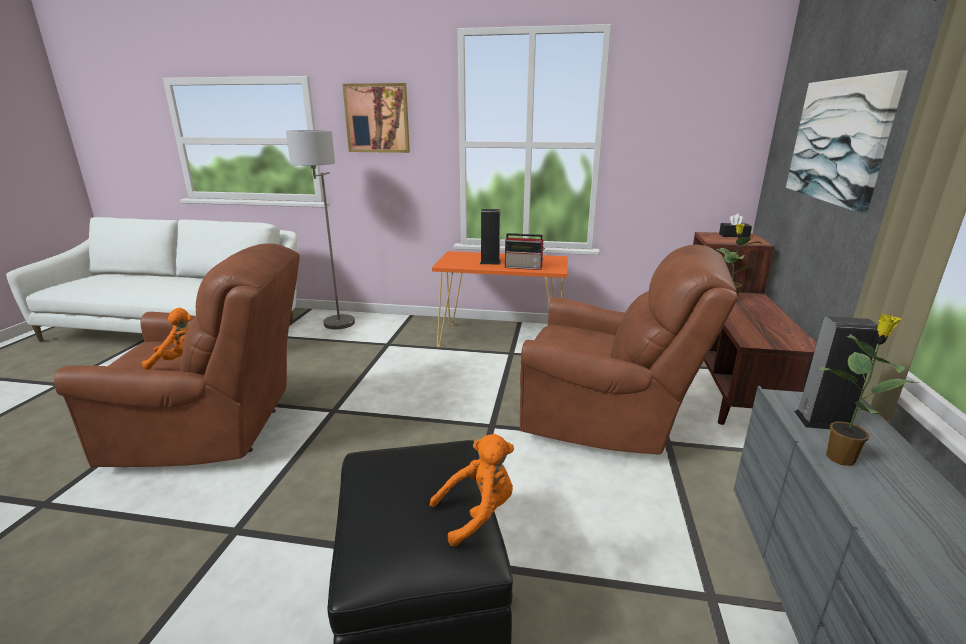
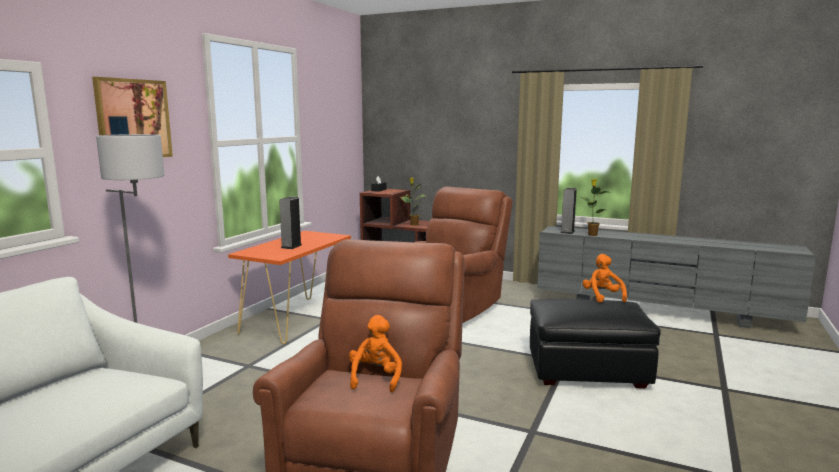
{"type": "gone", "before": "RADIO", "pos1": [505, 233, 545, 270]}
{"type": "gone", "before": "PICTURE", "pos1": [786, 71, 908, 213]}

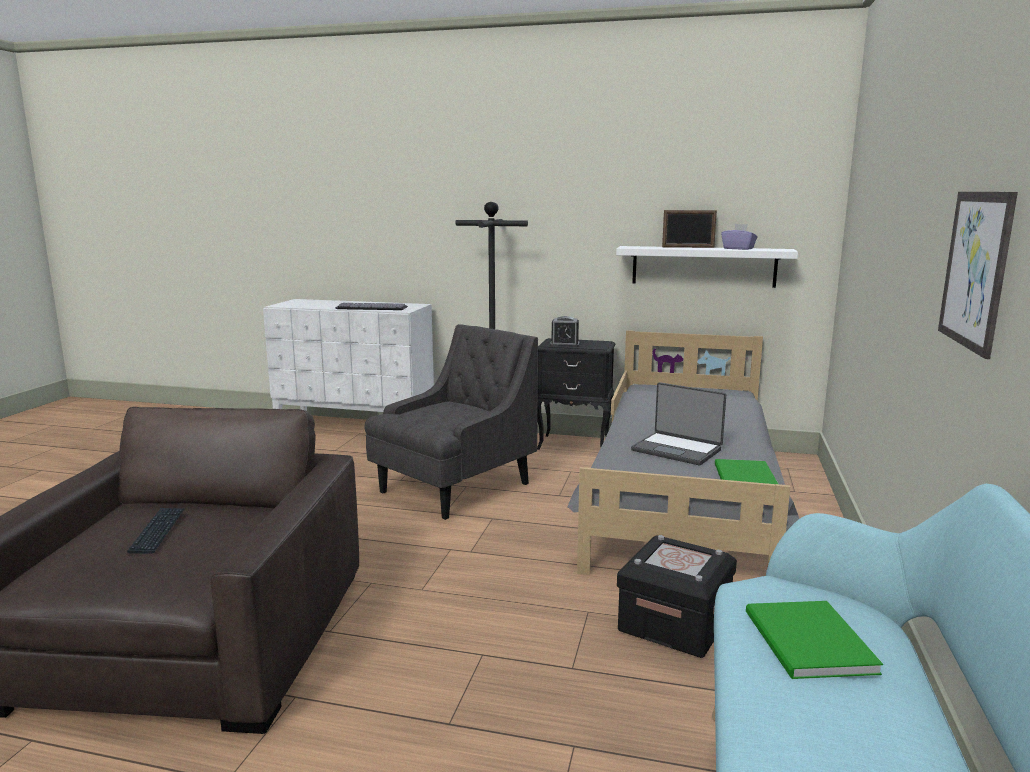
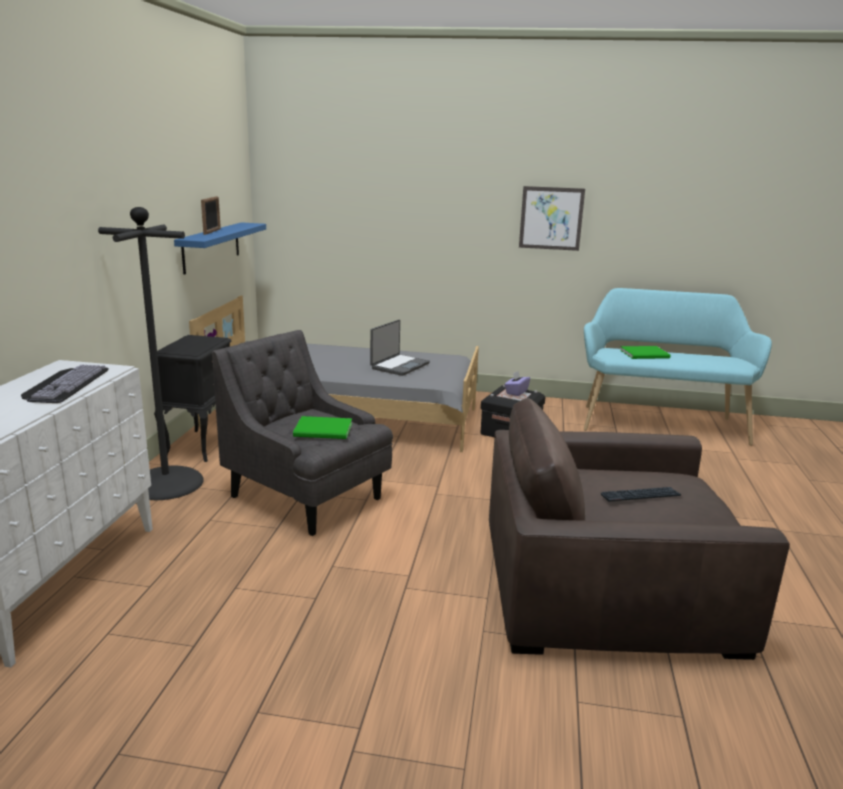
{"type": "gone", "before": "ALARM CLOCK", "pos1": [550, 316, 580, 347]}
{"type": "repainted", "before": "WHITE SHELF", "after": "BLUISH SHELF", "pos1": [616, 246, 798, 288], "pos2": [174, 222, 266, 275]}
{"type": "shifted", "before": "GREEN-COLOURED VOLUME", "pos1": [715, 459, 778, 484], "pos2": [293, 416, 352, 439]}
{"type": "shifted", "before": "PURPLE-COLOURED TISSUE HOLDER", "pos1": [721, 224, 758, 250], "pos2": [505, 371, 530, 396]}

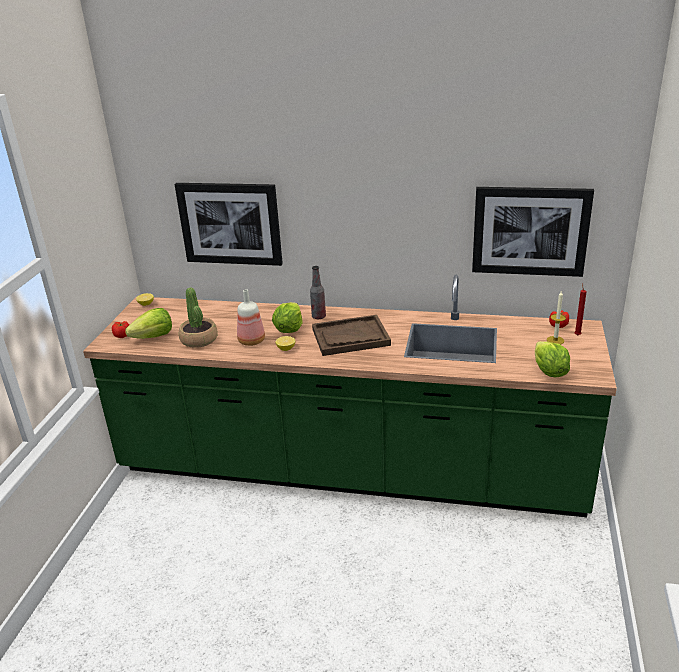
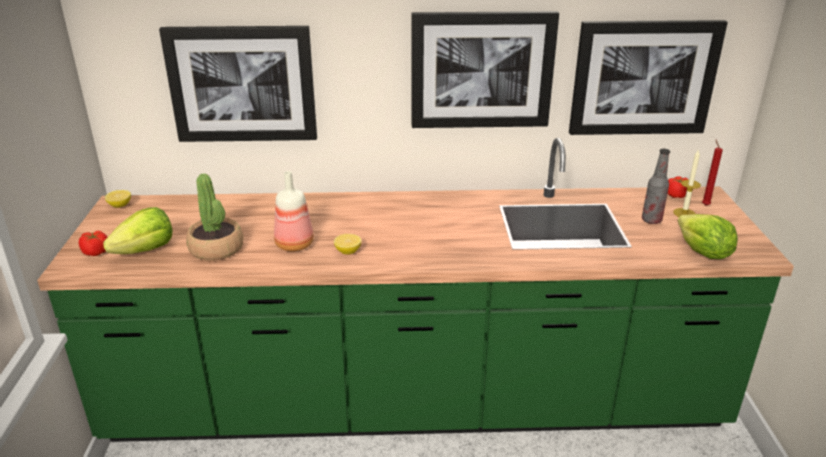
{"type": "gone", "before": "HEAD OF LETTUCE", "pos1": [272, 302, 303, 333]}
{"type": "shifted", "before": "DRINK BOTTLE", "pos1": [310, 266, 326, 319], "pos2": [642, 149, 670, 224]}
{"type": "gone", "before": "BROWN TRAY", "pos1": [312, 315, 391, 356]}
{"type": "new", "after": "PICTURE", "pos2": [412, 11, 559, 128]}

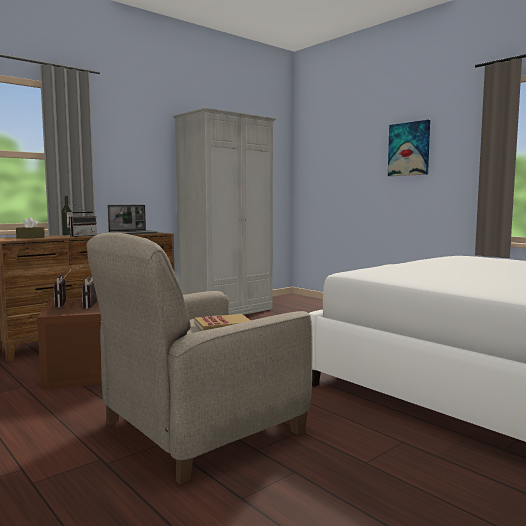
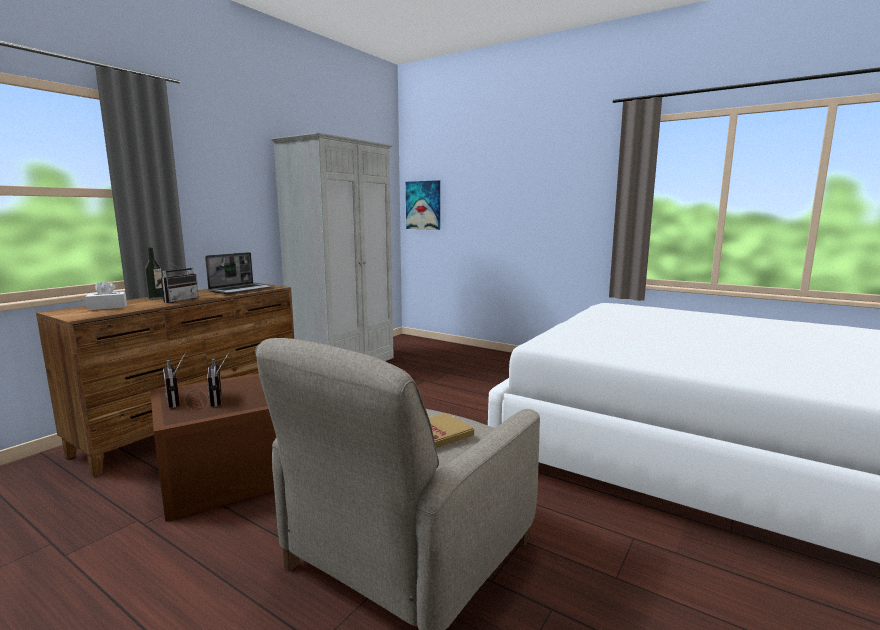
{"type": "repainted", "before": "BROWN TISSUE HOLDER", "after": "WHITE TISSUE HOLDER", "pos1": [16, 217, 45, 238], "pos2": [85, 280, 127, 311]}
{"type": "shifted", "before": "PICTURE", "pos1": [388, 120, 430, 176], "pos2": [406, 180, 440, 230]}

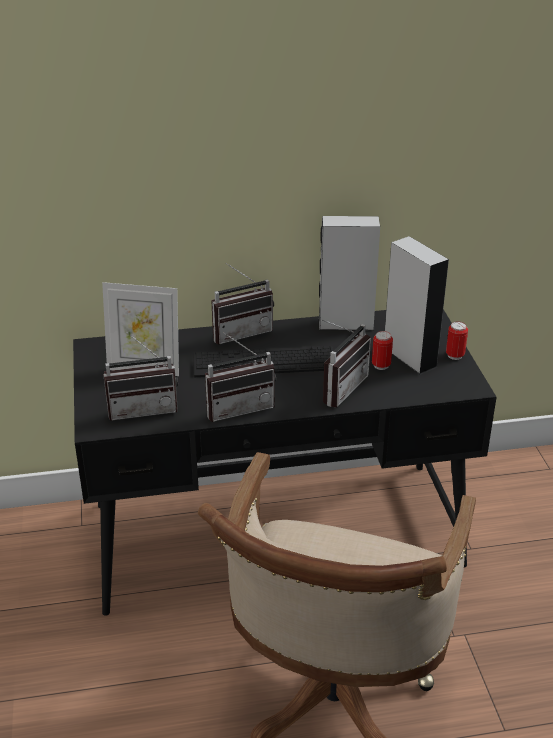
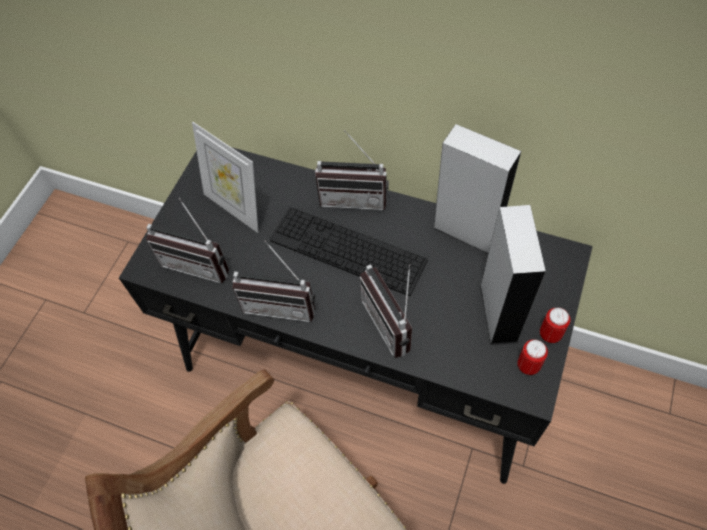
{"type": "rotated", "before": "RADIO", "pos1": [322, 320, 371, 407], "pos2": [360, 264, 412, 358], "turn": 90}
{"type": "shifted", "before": "CAN", "pos1": [372, 331, 393, 370], "pos2": [517, 339, 548, 375]}

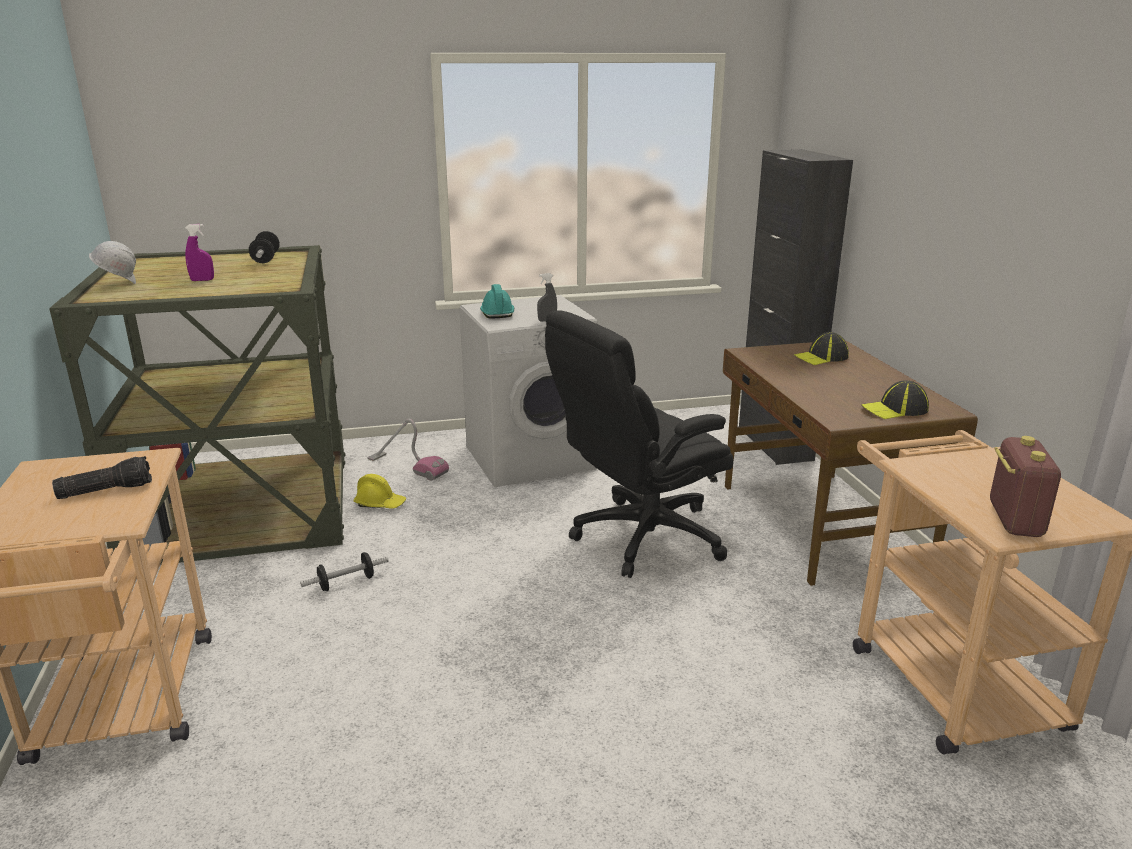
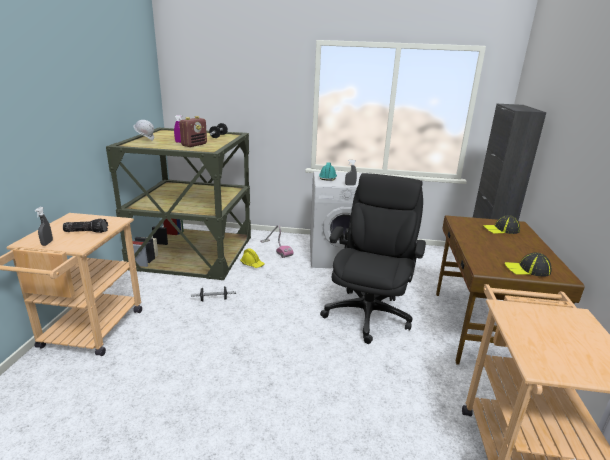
{"type": "rotated", "before": "BLACK-COLOURED COMPUTER CHAIR", "pos1": [545, 310, 734, 578], "pos2": [320, 173, 426, 344], "turn": 120}
{"type": "shifted", "before": "RADIO", "pos1": [990, 436, 1061, 537], "pos2": [179, 116, 207, 147]}
{"type": "new", "after": "GRAY SPRAY BOTTLE", "pos2": [35, 207, 53, 246]}

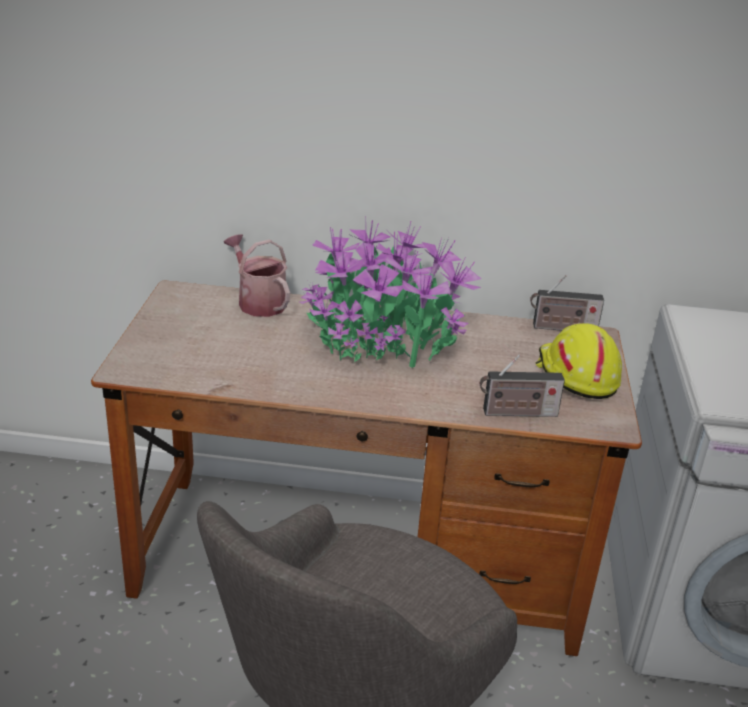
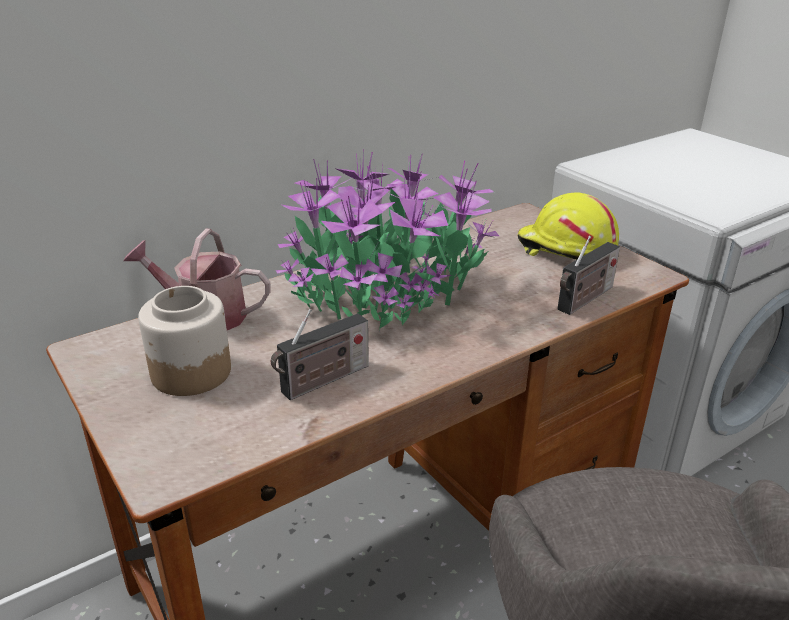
{"type": "shifted", "before": "RADIO", "pos1": [530, 275, 604, 331], "pos2": [271, 309, 369, 400]}
{"type": "new", "after": "PRESERVE JAR", "pos2": [138, 286, 231, 396]}

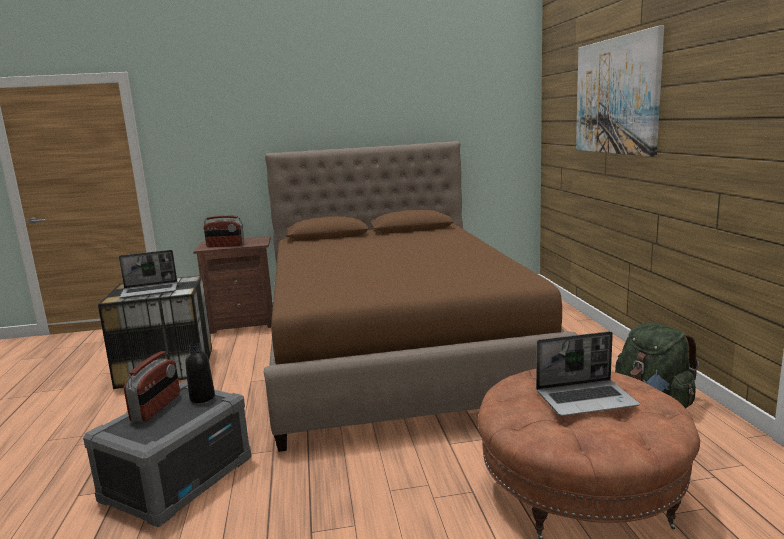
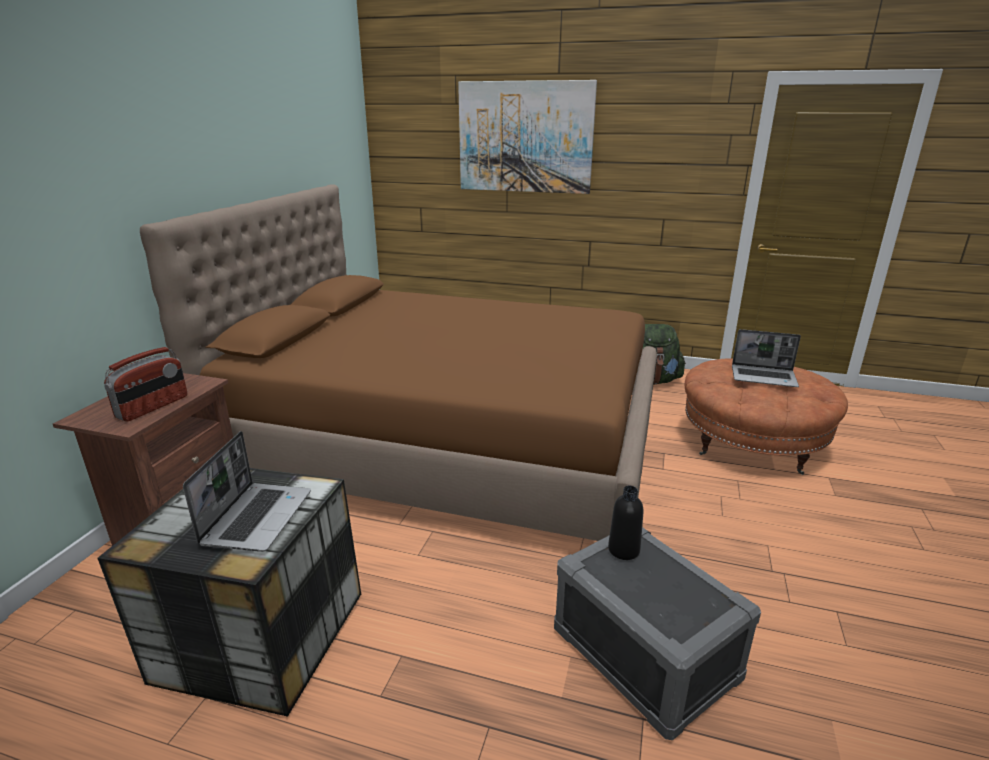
{"type": "gone", "before": "RADIO", "pos1": [124, 351, 180, 422]}
{"type": "rotated", "before": "LAPTOP", "pos1": [536, 331, 640, 416], "pos2": [732, 329, 801, 387], "turn": 90}

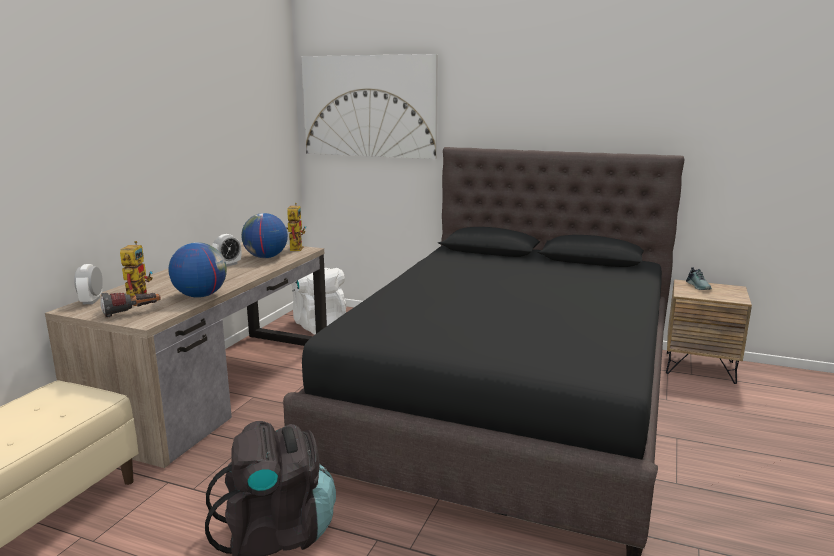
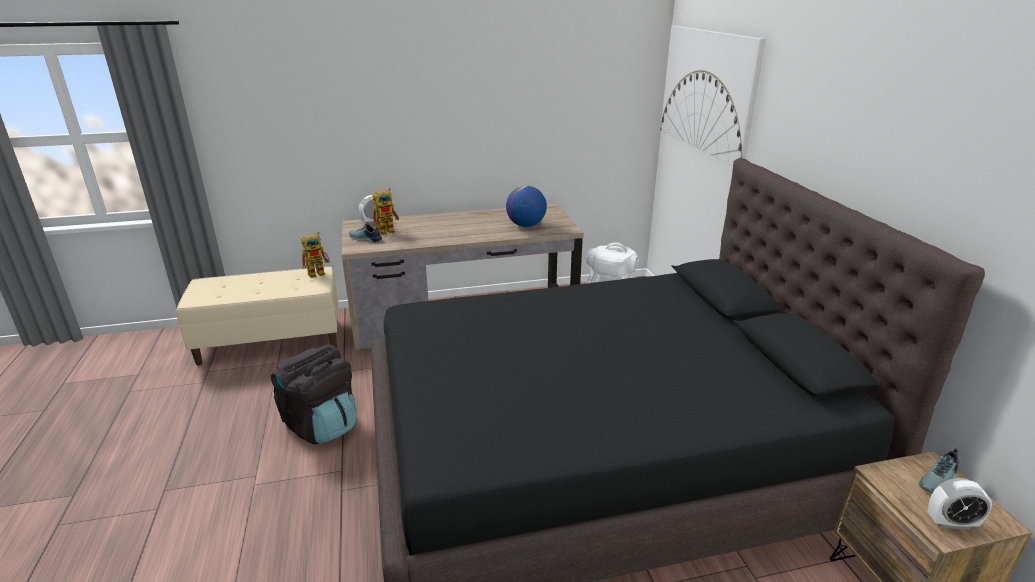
{"type": "swapped", "before": "TORCH", "after": "SHOE", "pos1": [100, 292, 161, 317], "pos2": [349, 223, 382, 242]}
{"type": "gone", "before": "WORLD GLOBE", "pos1": [168, 242, 227, 298]}
{"type": "shifted", "before": "ALARM CLOCK", "pos1": [212, 234, 241, 266], "pos2": [927, 478, 992, 530]}
{"type": "shifted", "before": "ROBOT FIGURE", "pos1": [286, 203, 306, 251], "pos2": [301, 232, 330, 278]}

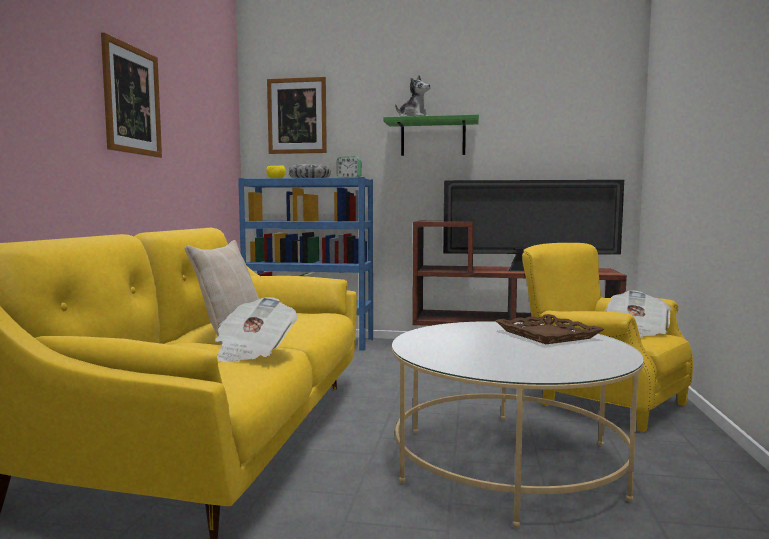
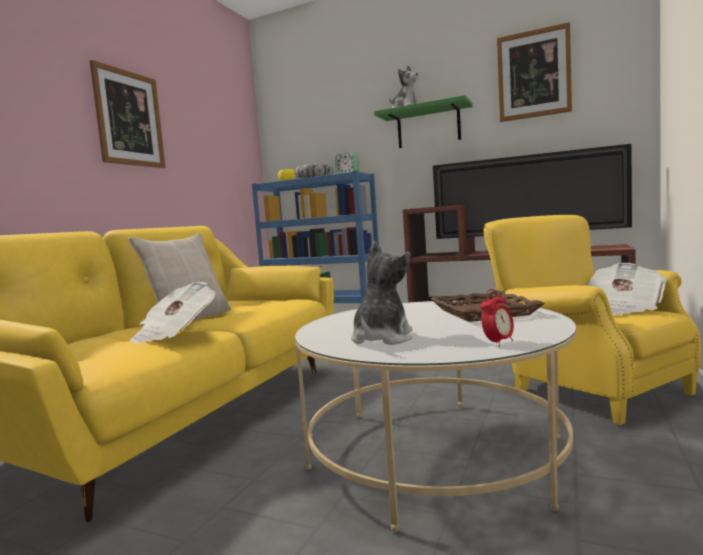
{"type": "shifted", "before": "PICTURE", "pos1": [267, 77, 327, 154], "pos2": [497, 22, 572, 122]}
{"type": "new", "after": "SOFT TOY", "pos2": [351, 241, 412, 345]}
{"type": "new", "after": "ALARM CLOCK", "pos2": [480, 289, 514, 346]}

